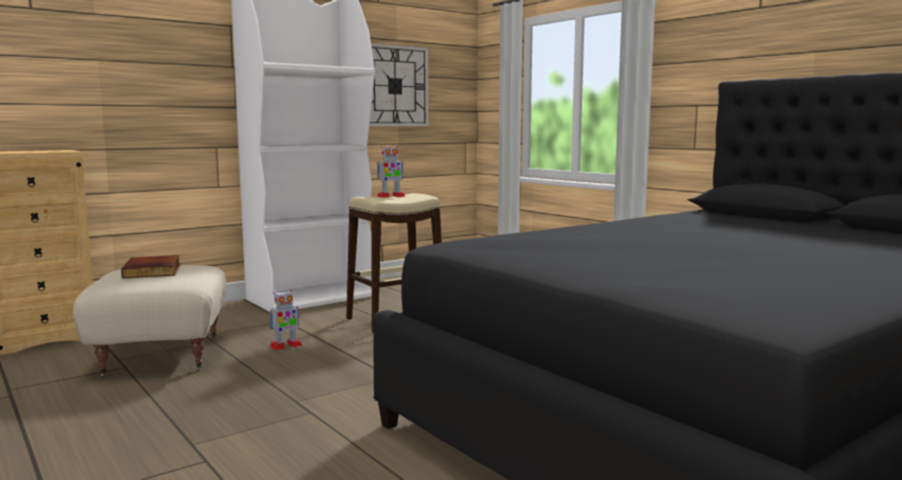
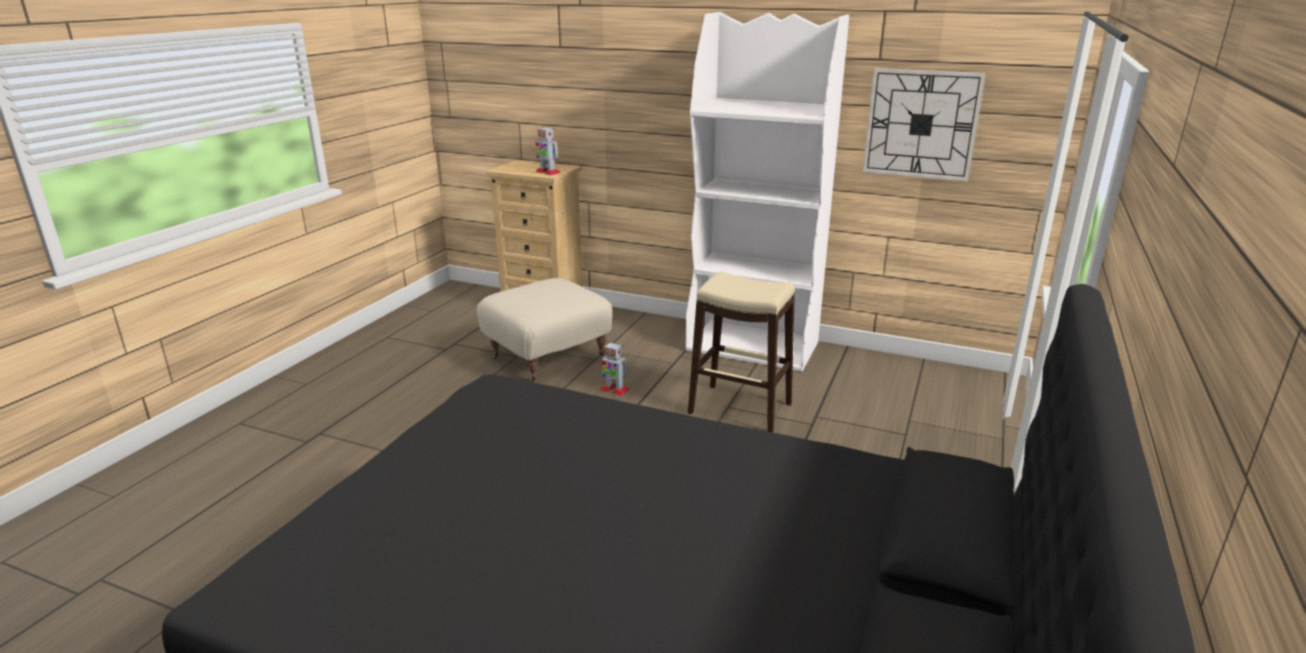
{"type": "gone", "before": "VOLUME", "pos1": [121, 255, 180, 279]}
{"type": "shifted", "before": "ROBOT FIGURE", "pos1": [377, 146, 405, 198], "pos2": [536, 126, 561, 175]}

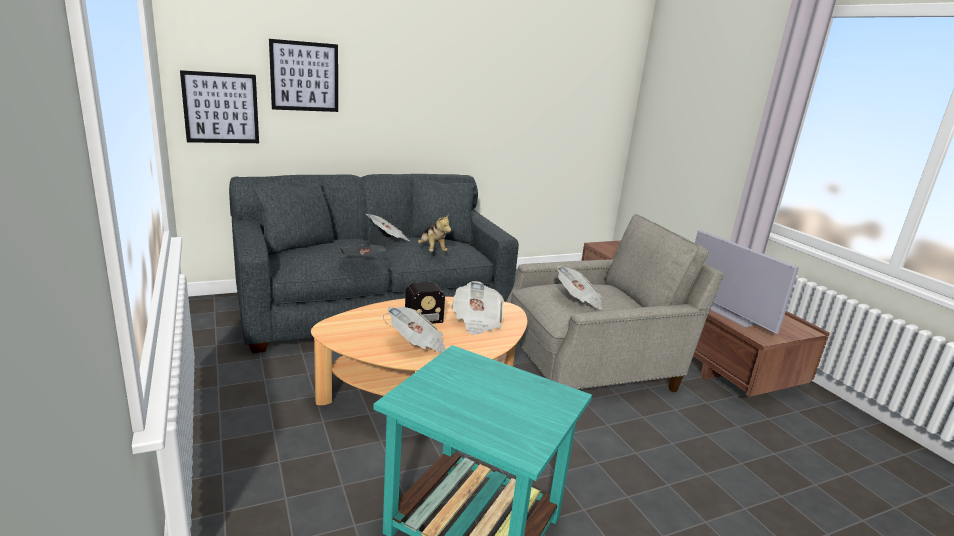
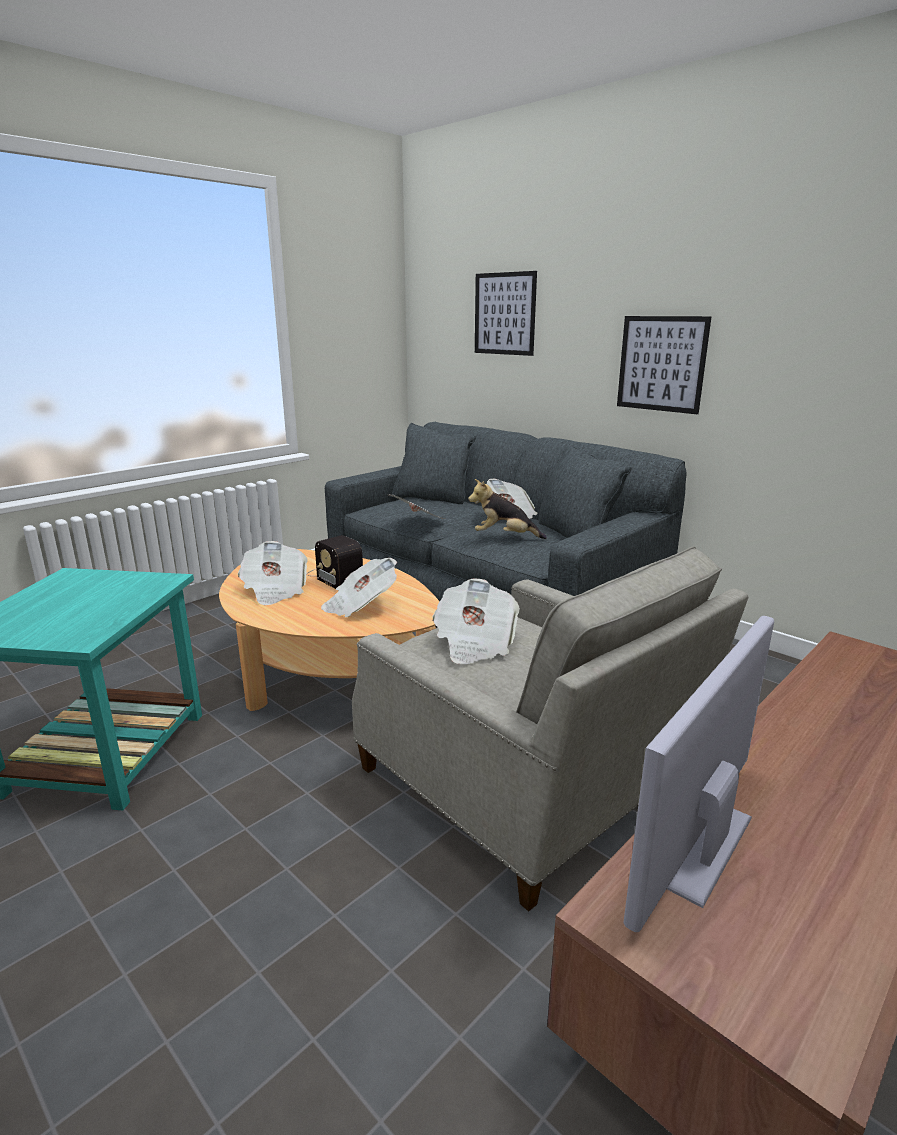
{"type": "shifted", "before": "PICTURE", "pos1": [180, 70, 259, 143], "pos2": [617, 316, 712, 414]}
{"type": "rotated", "before": "SOFT TOY", "pos1": [418, 214, 451, 252], "pos2": [468, 479, 547, 539], "turn": 60}

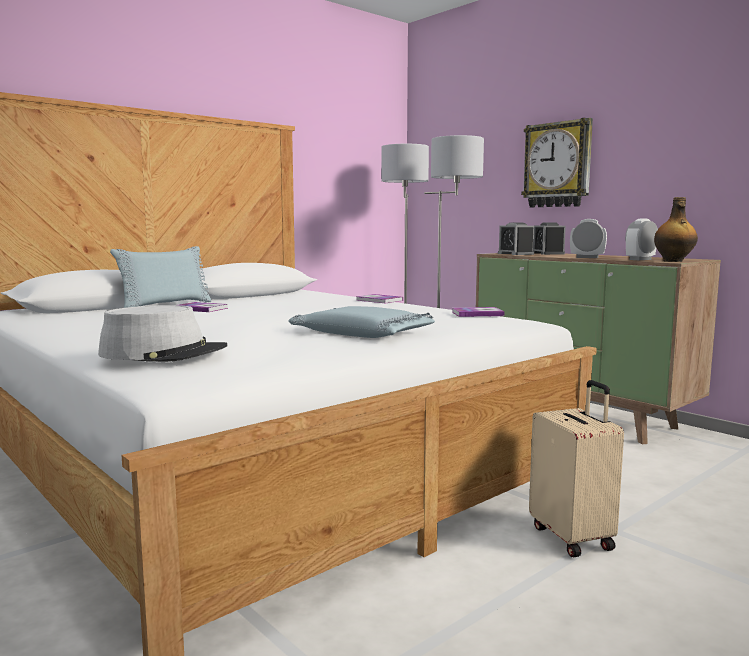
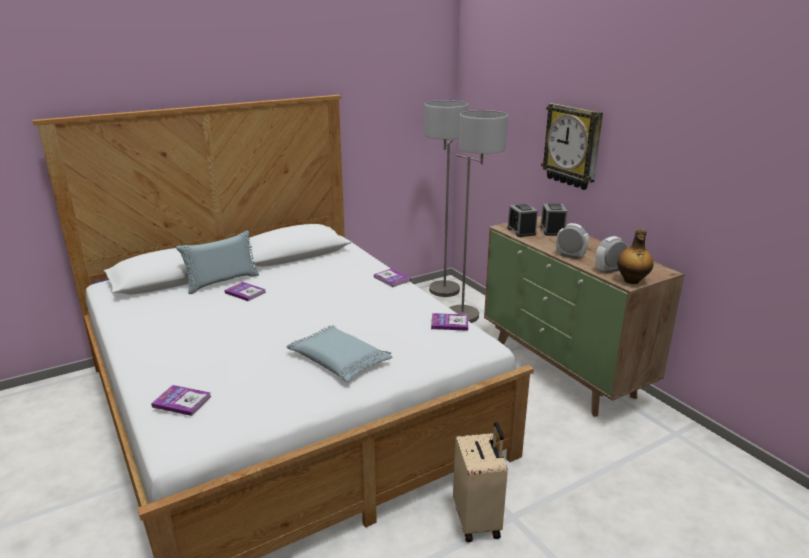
{"type": "swapped", "before": "GRAY CLOTHING HAT", "after": "VOLUME", "pos1": [98, 305, 228, 362], "pos2": [151, 385, 212, 416]}

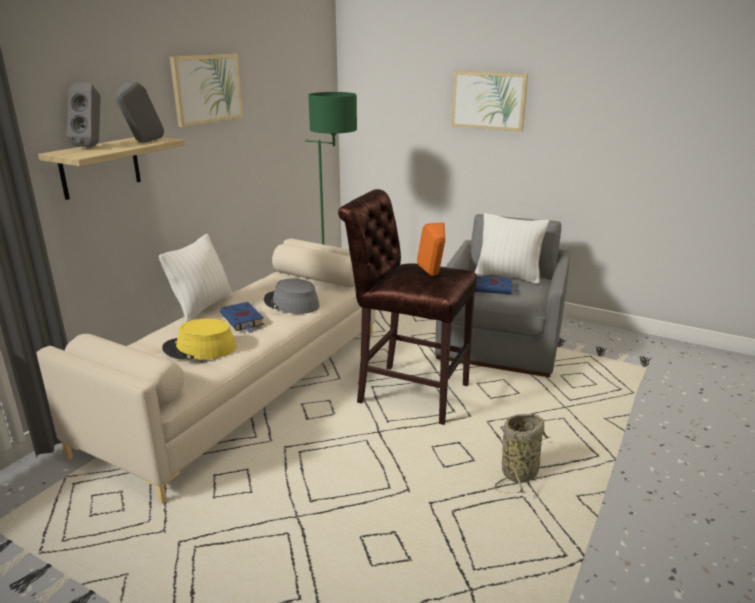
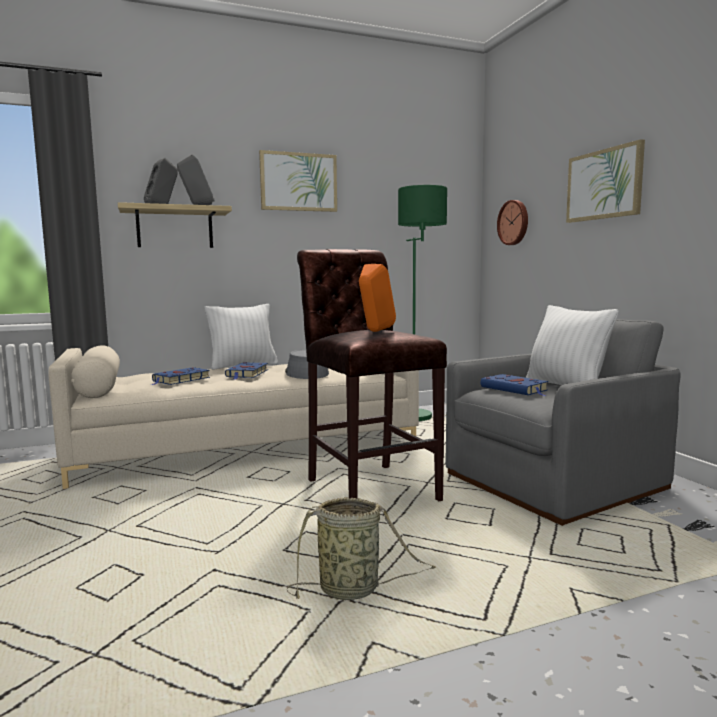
{"type": "swapped", "before": "YELLOW CLOTHING HAT", "after": "BLUISH VOLUME", "pos1": [162, 319, 236, 360], "pos2": [151, 367, 210, 385]}
{"type": "new", "after": "HANGING CLOCK", "pos2": [497, 200, 528, 245]}

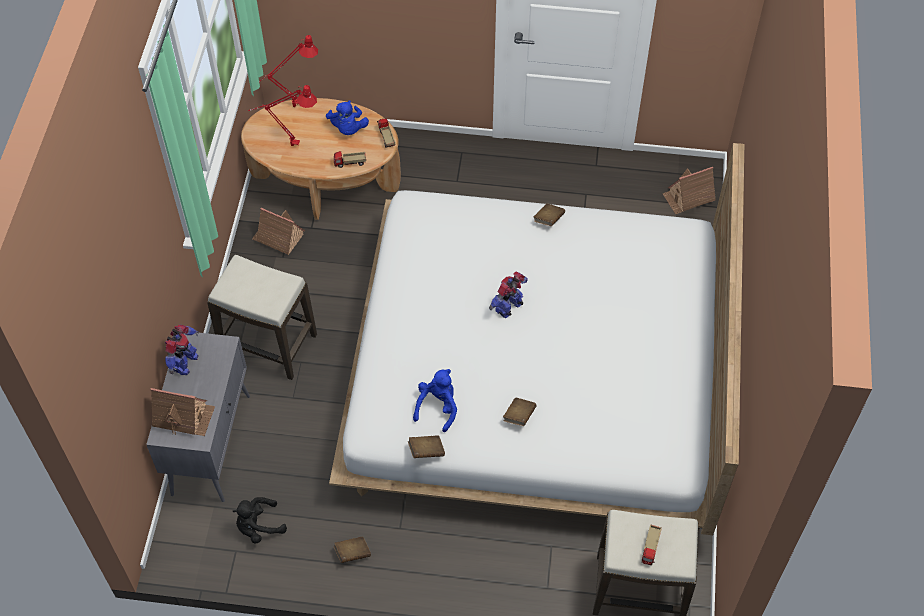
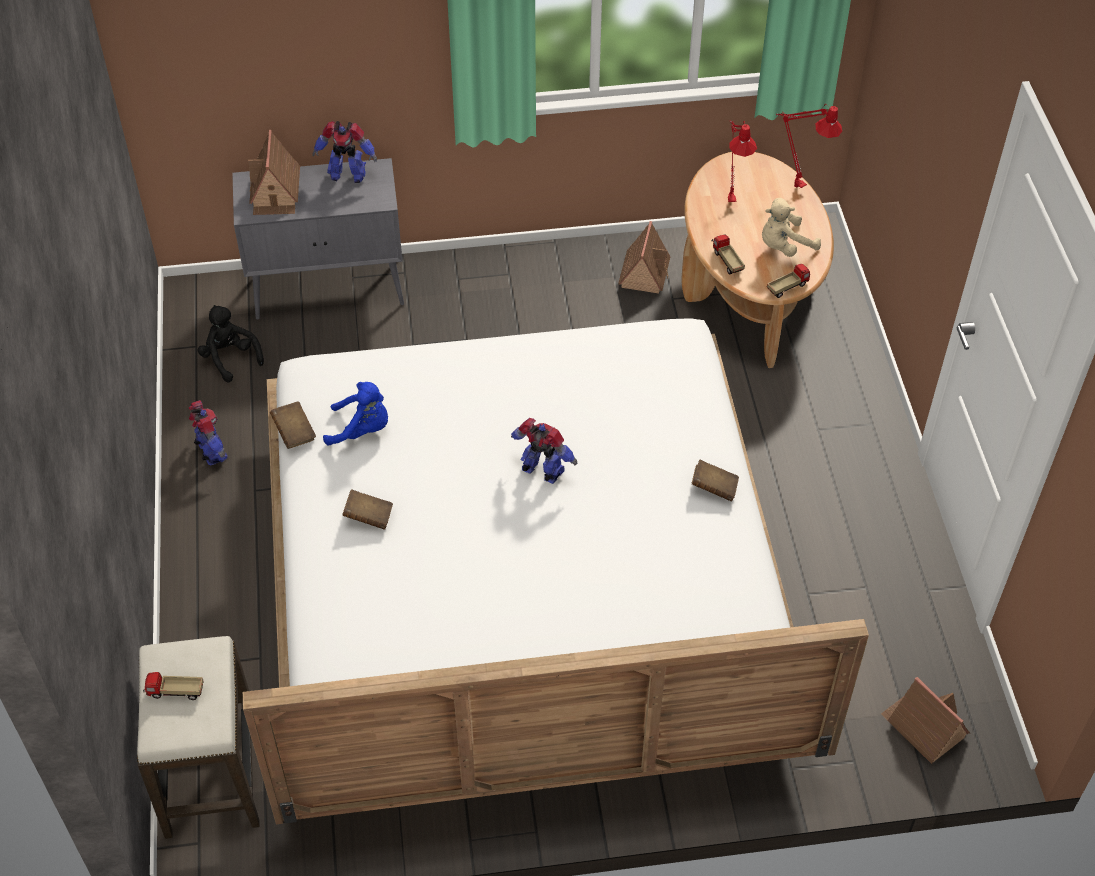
{"type": "gone", "before": "SITTING STOOL", "pos1": [207, 255, 317, 380]}
{"type": "repainted", "before": "BLUISH SOFT TOY", "after": "BEIGE-COLOURED SOFT TOY", "pos1": [326, 100, 369, 135], "pos2": [762, 198, 821, 257]}
{"type": "swapped", "before": "BROWN VOLUME", "after": "ROBOT FIGURE", "pos1": [334, 537, 371, 563], "pos2": [189, 400, 228, 465]}

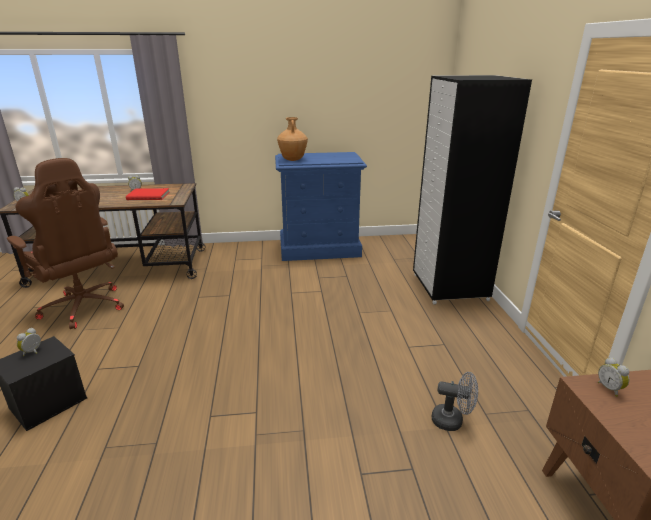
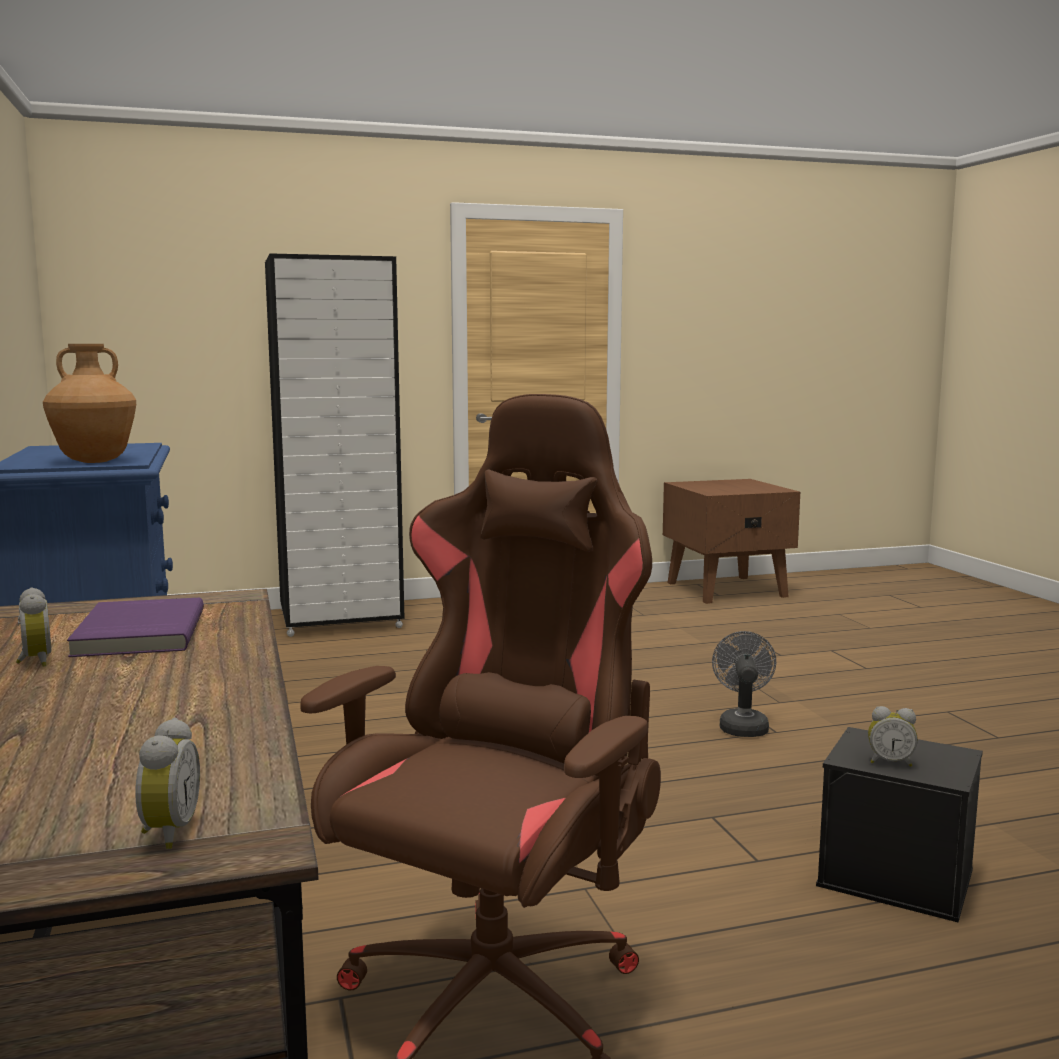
{"type": "repainted", "before": "RED VOLUME", "after": "PURPLE-COLOURED VOLUME", "pos1": [126, 188, 169, 200], "pos2": [67, 598, 204, 657]}
{"type": "shifted", "before": "GRAY FAN", "pos1": [432, 372, 478, 431], "pos2": [712, 631, 776, 737]}
{"type": "gone", "before": "ALARM CLOCK", "pos1": [598, 357, 629, 397]}

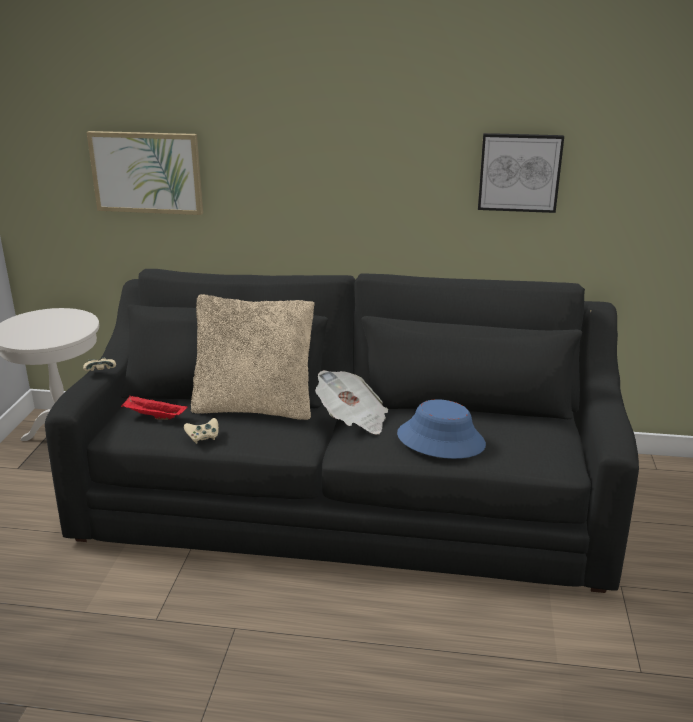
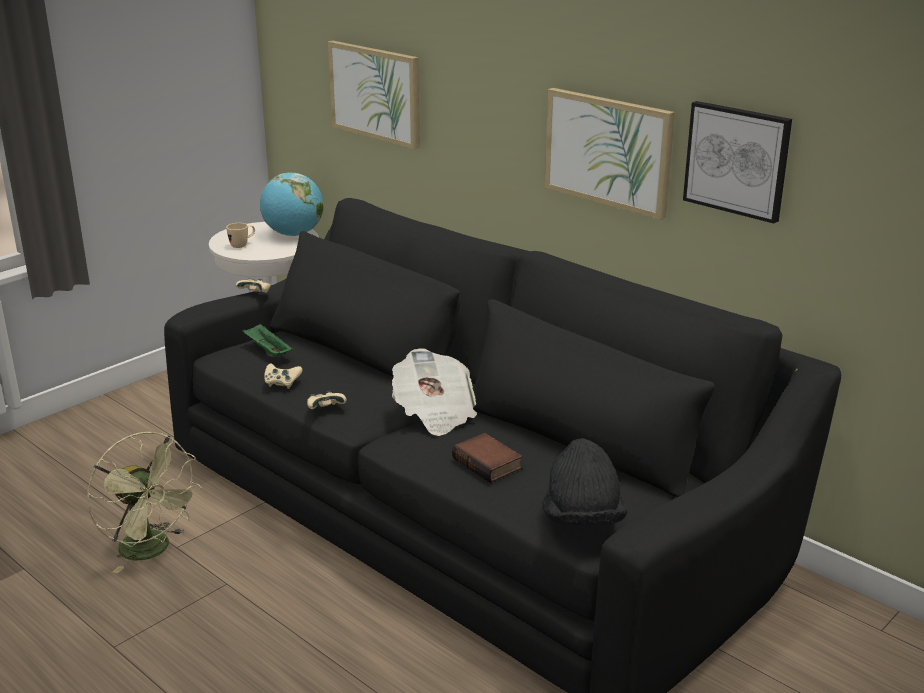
{"type": "repainted", "before": "RED TRAY", "after": "GREEN-COLOURED TRAY", "pos1": [121, 396, 188, 420], "pos2": [242, 324, 293, 357]}
{"type": "gone", "before": "BEIGE-COLOURED PILLOW", "pos1": [191, 294, 314, 420]}
{"type": "swapped", "before": "BLUISH CLOTHING HAT", "after": "VOLUME", "pos1": [397, 399, 486, 459], "pos2": [452, 433, 522, 483]}
{"type": "new", "after": "GREEN-COLOURED FAN", "pos2": [87, 432, 202, 573]}
{"type": "new", "after": "BEIGE-COLOURED TEA MUG", "pos2": [226, 223, 255, 248]}
{"type": "new", "after": "WORLD GLOBE", "pos2": [260, 172, 324, 236]}
{"type": "new", "after": "BEIGE-COLOURED GAME CONTROLLER", "pos2": [307, 391, 347, 409]}
{"type": "new", "after": "BLACK-COLOURED CLOTHING HAT", "pos2": [542, 438, 627, 525]}
{"type": "new", "after": "PICTURE", "pos2": [545, 88, 675, 220]}

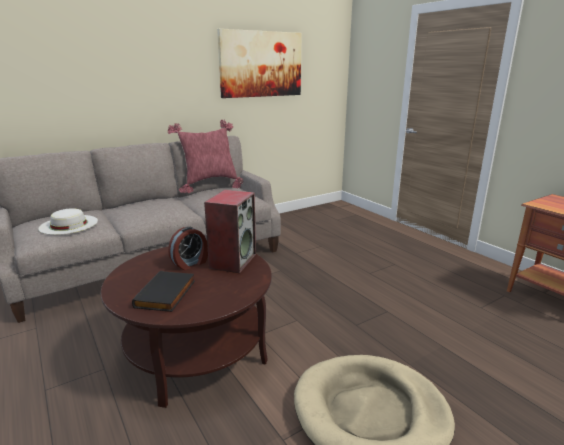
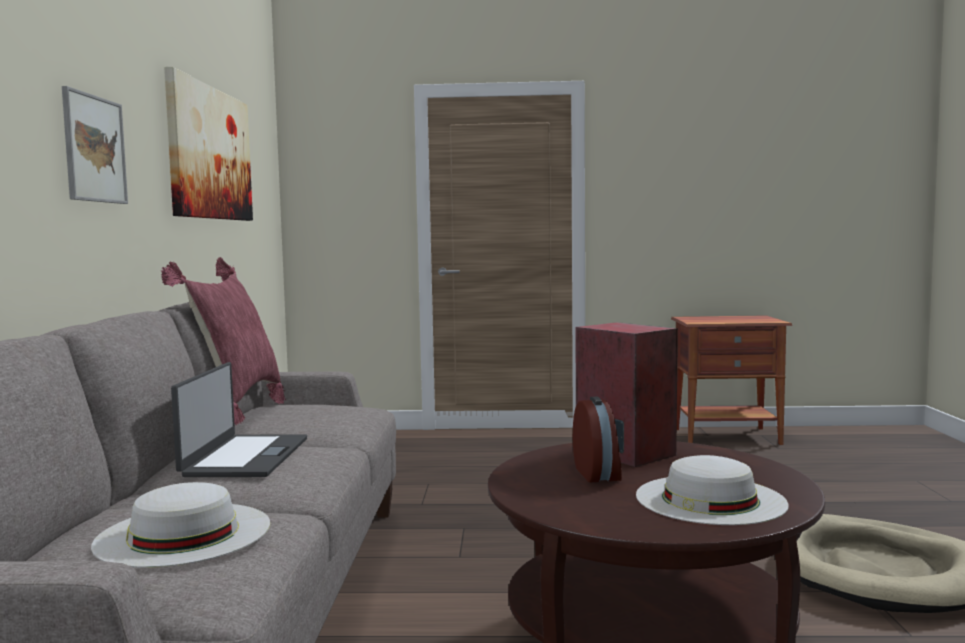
{"type": "swapped", "before": "BLACK-COLOURED VOLUME", "after": "WHITE CLOTHING HAT", "pos1": [132, 271, 195, 312], "pos2": [636, 455, 789, 525]}
{"type": "new", "after": "PICTURE", "pos2": [62, 86, 128, 204]}
{"type": "new", "after": "LAPTOP", "pos2": [171, 362, 307, 477]}

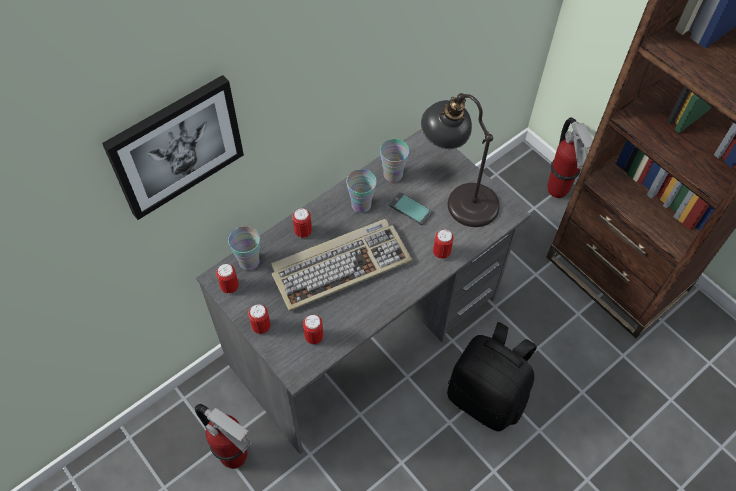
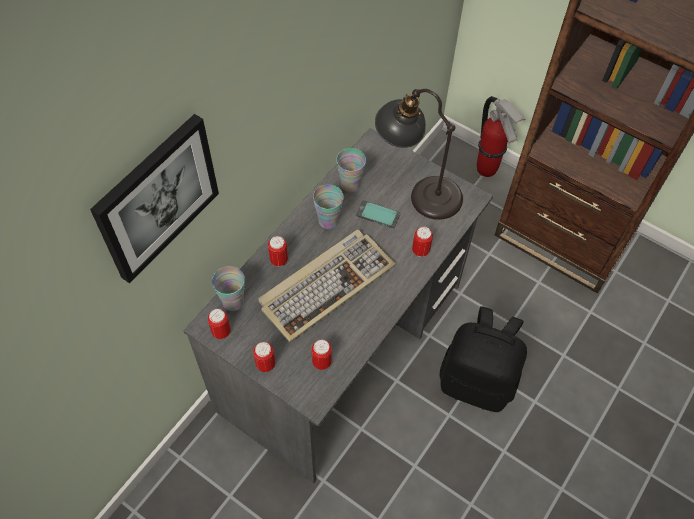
{"type": "gone", "before": "EXTINGUISHER", "pos1": [195, 404, 252, 469]}

